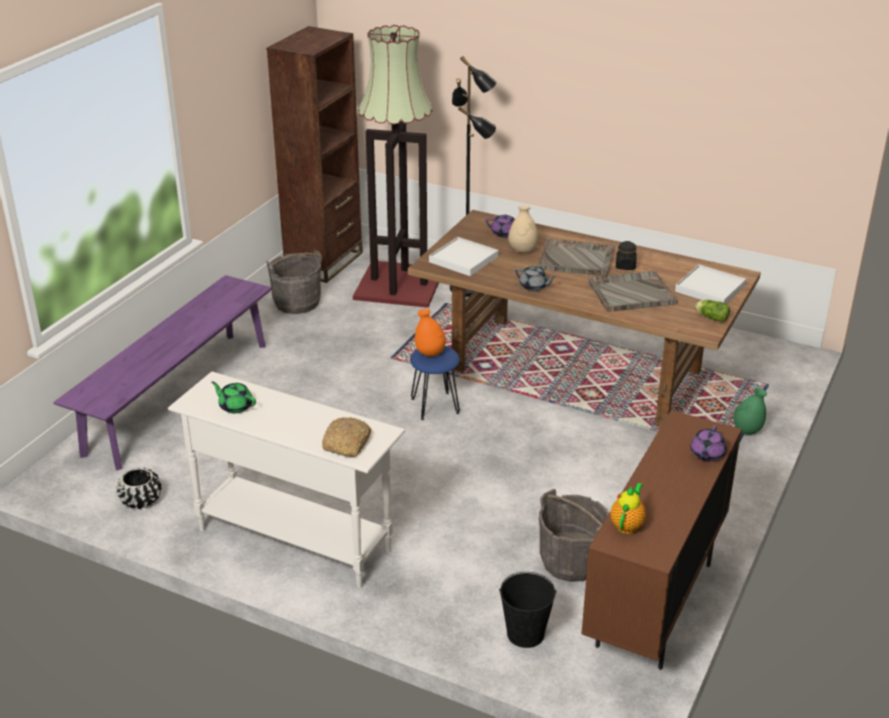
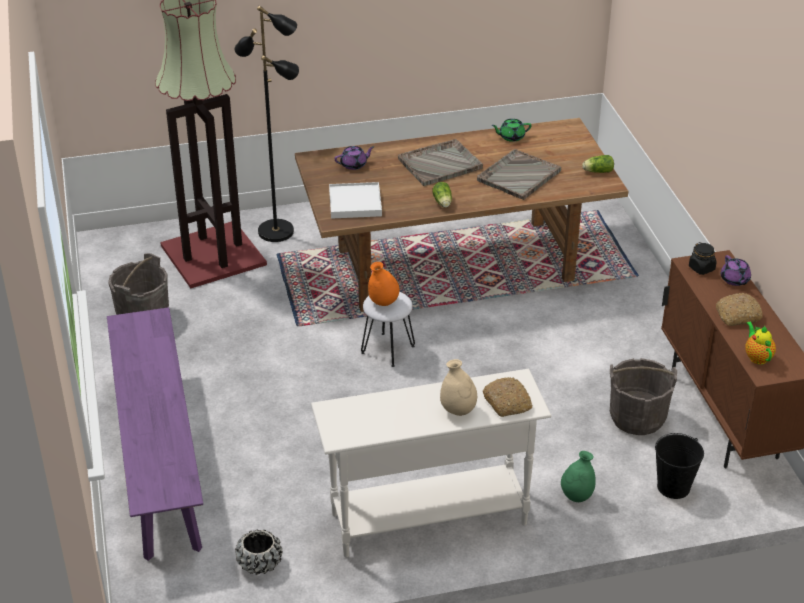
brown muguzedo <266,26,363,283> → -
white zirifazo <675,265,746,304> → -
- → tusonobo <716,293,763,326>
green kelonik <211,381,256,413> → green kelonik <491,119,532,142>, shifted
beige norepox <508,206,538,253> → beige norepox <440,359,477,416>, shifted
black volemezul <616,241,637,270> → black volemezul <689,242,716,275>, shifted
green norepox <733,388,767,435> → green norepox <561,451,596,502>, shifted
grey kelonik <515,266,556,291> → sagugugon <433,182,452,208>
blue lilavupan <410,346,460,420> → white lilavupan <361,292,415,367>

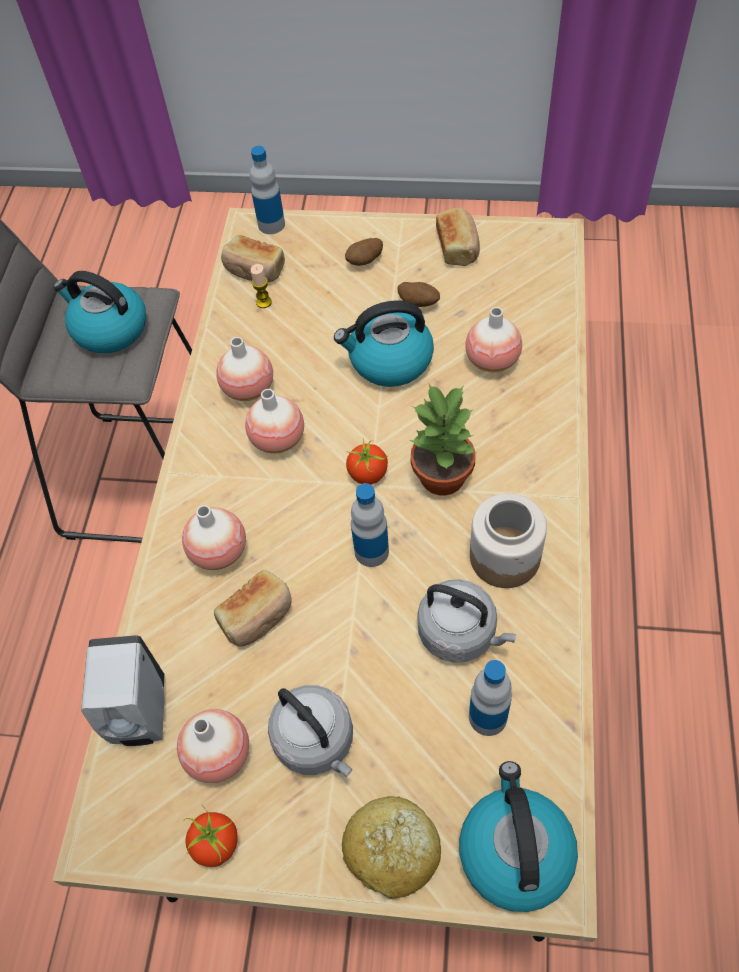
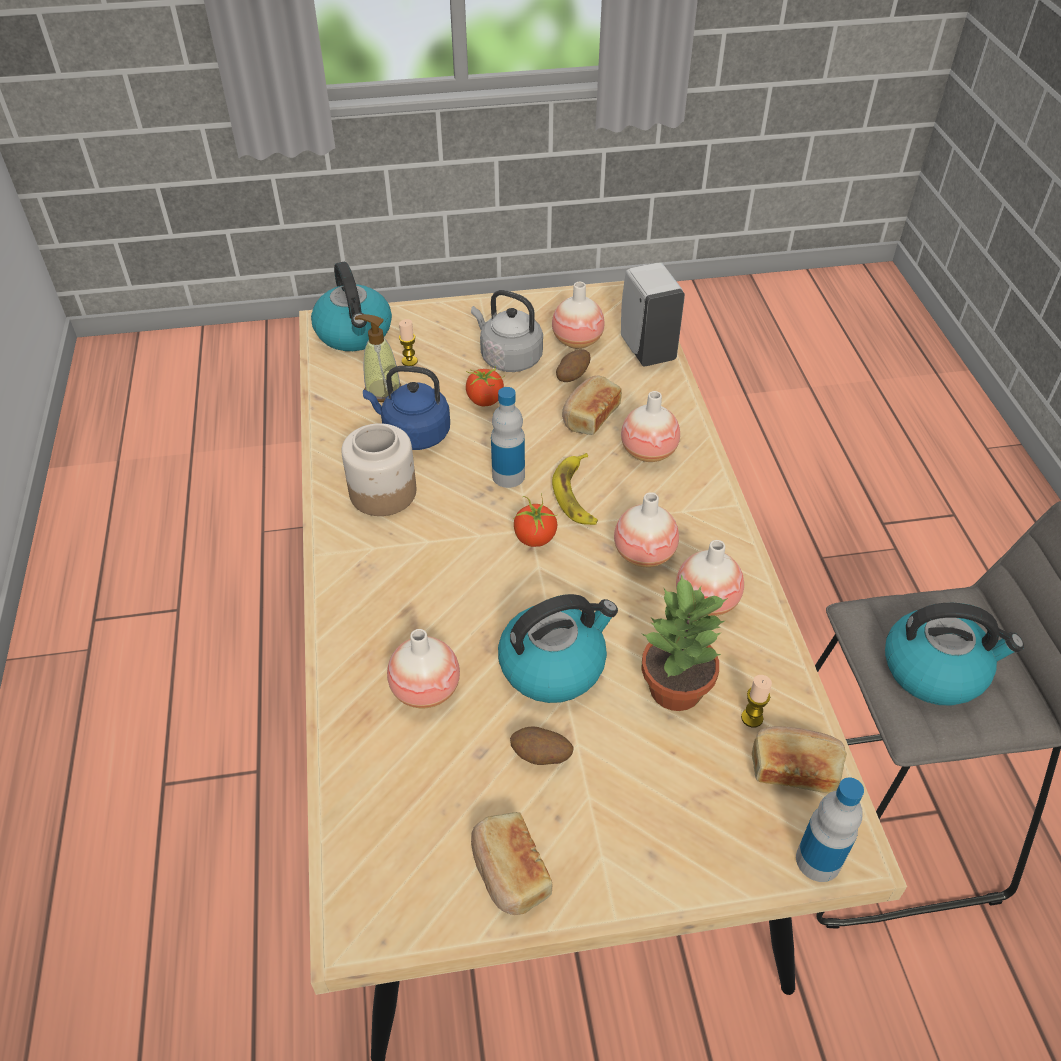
tusonobo <342,796,441,899> → -
- → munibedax <399,319,418,366>
- → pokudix <552,453,598,525>
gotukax <183,805,238,867> → gotukax <466,366,505,406>, shifted
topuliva <345,238,383,266> → topuliva <556,349,590,382>, shifted
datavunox <410,384,476,496> → datavunox <641,574,728,711>, shifted
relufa <469,660,512,736> → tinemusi <354,314,401,402>
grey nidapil <417,579,516,663> → blue nidapil <363,366,450,450>

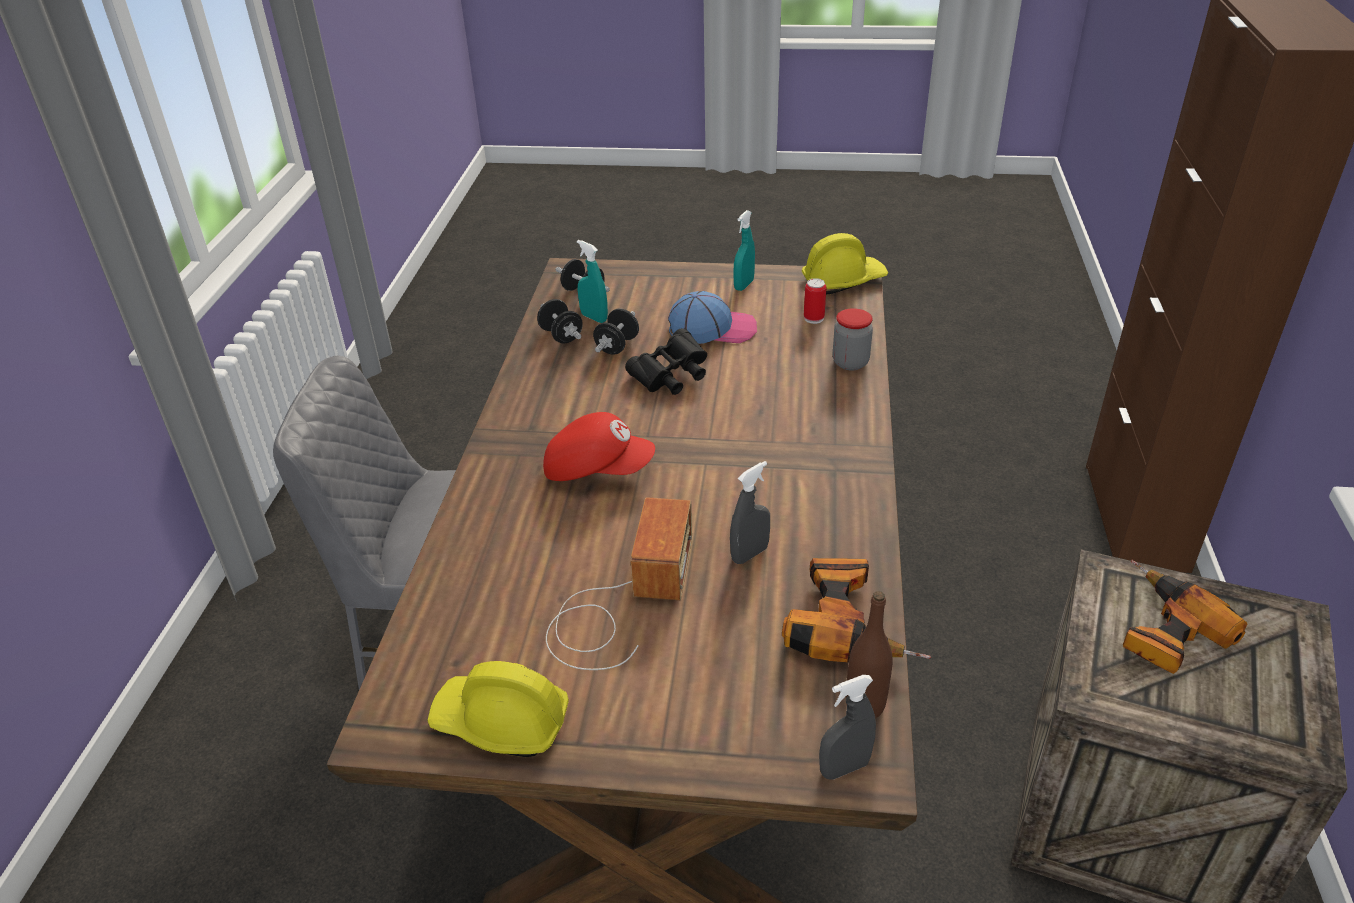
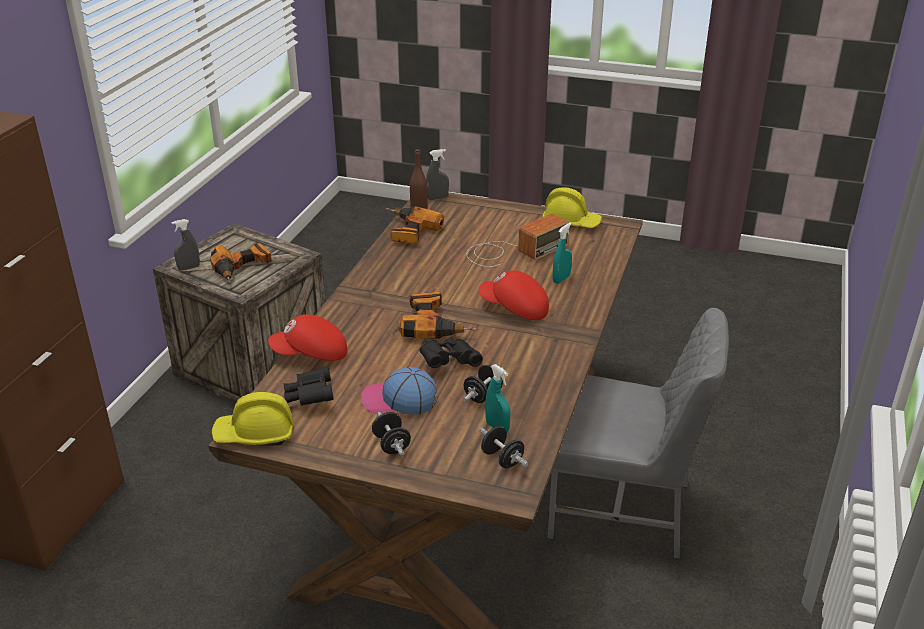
- → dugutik <399,292,478,339>
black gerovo <537,299,583,344> → black gerovo <372,412,411,456>, shifted
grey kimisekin <730,461,770,564> → grey kimisekin <172,219,200,271>, shifted
turquoise kimisekin <733,210,755,291> → turquoise kimisekin <553,223,572,284>, shifted
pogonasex <804,278,826,324> → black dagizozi <284,366,334,406>
volemezul <833,308,873,370> → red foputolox <268,314,347,361>
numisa <546,497,692,670> → numisa <467,213,570,267>, 150 degrees counterclockwise

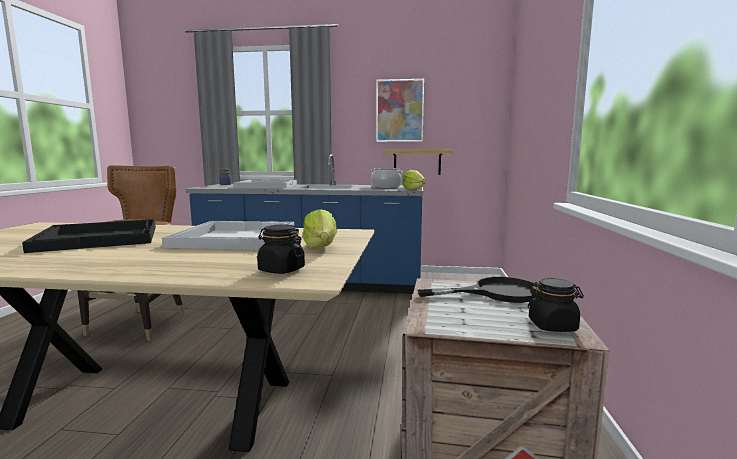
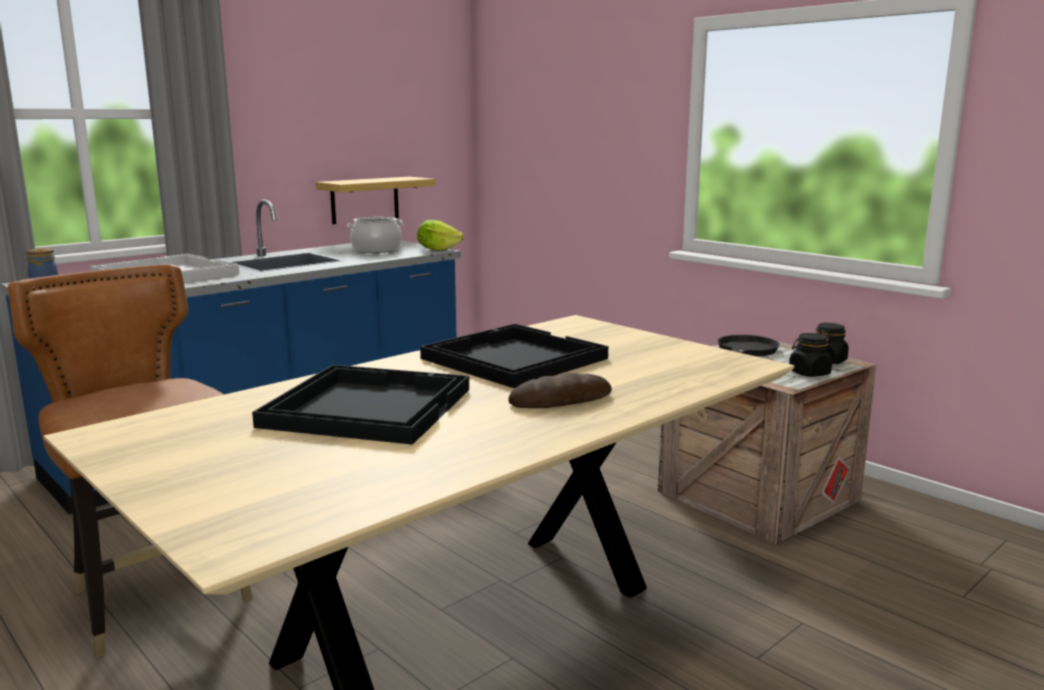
sagugugon <303,209,337,248> → -
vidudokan <376,79,424,142> → -
- → tusonobo <508,373,612,408>
black volemezul <257,224,305,274> → black volemezul <789,333,832,377>, shifted
white zirifazo <162,221,295,250> → black zirifazo <420,324,608,388>

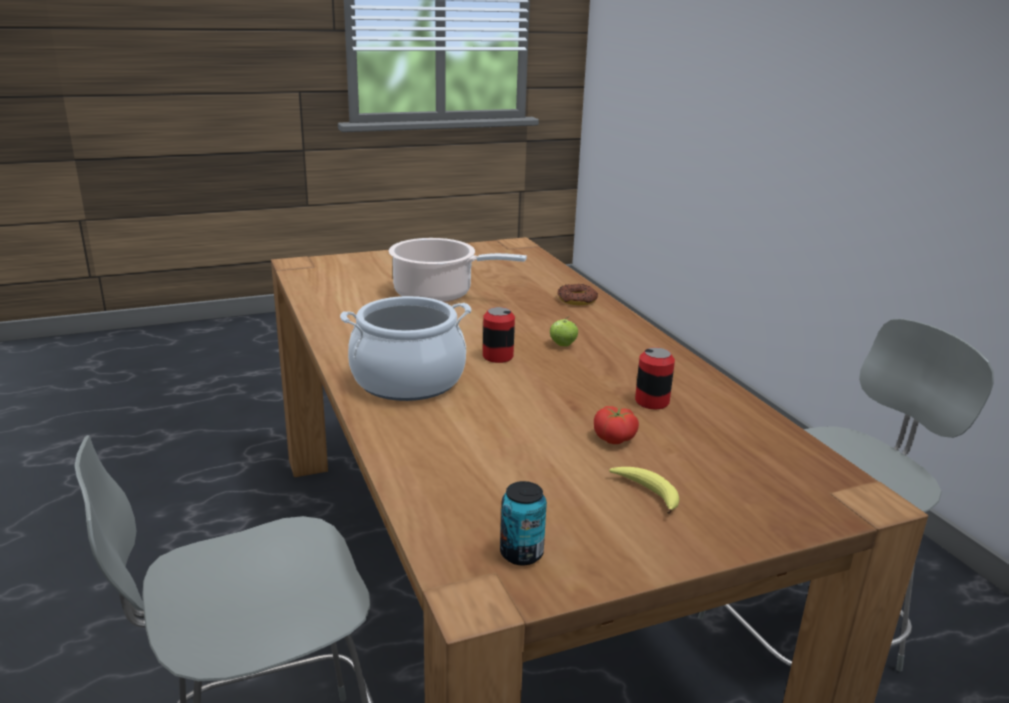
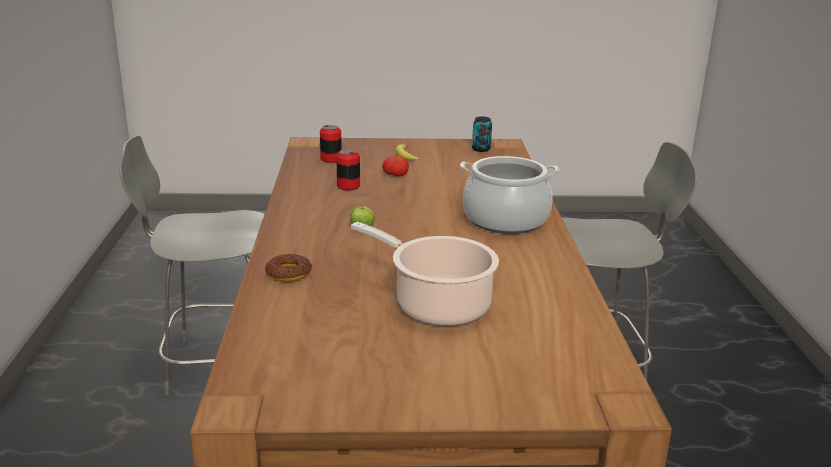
pogonasex <483,307,515,363> → pogonasex <320,125,342,163>, shifted

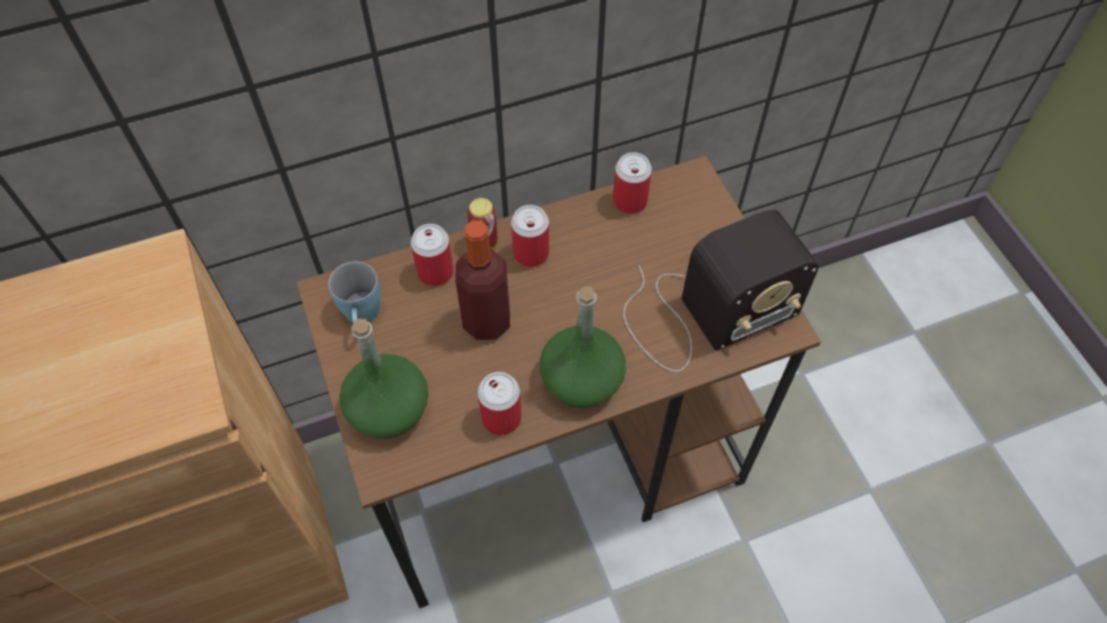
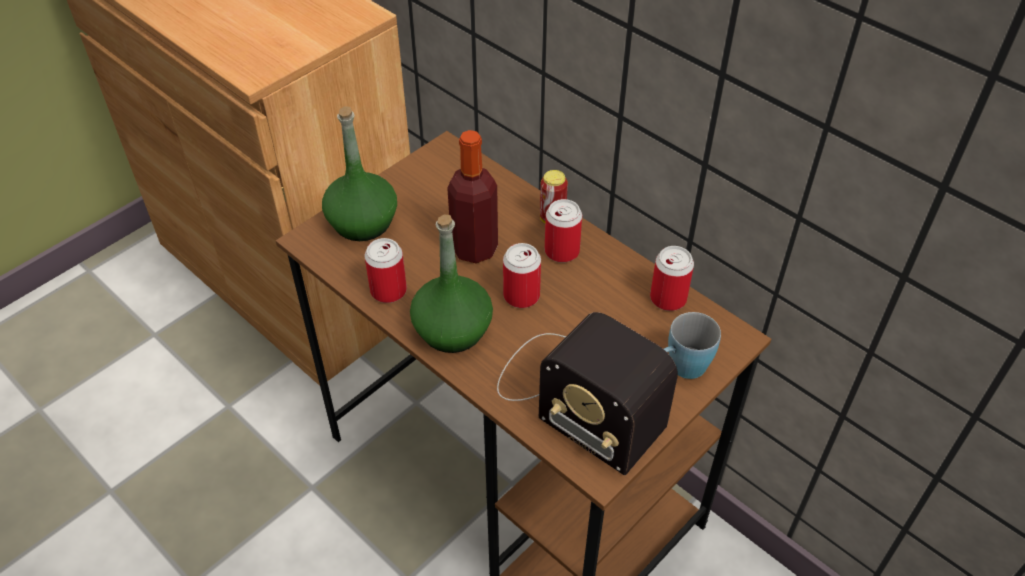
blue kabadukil <328,262,381,323> → blue kabadukil <664,312,721,379>, shifted
pogonasex <411,224,454,286> → pogonasex <503,243,541,308>, shifted

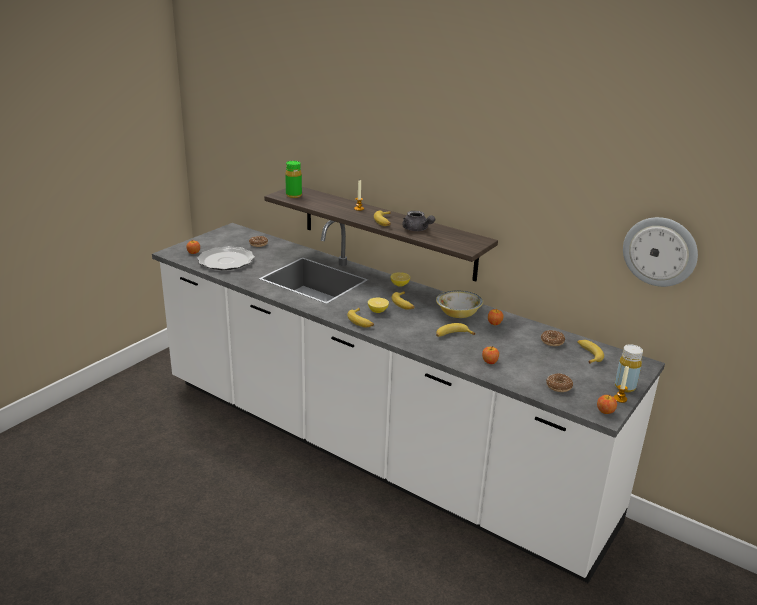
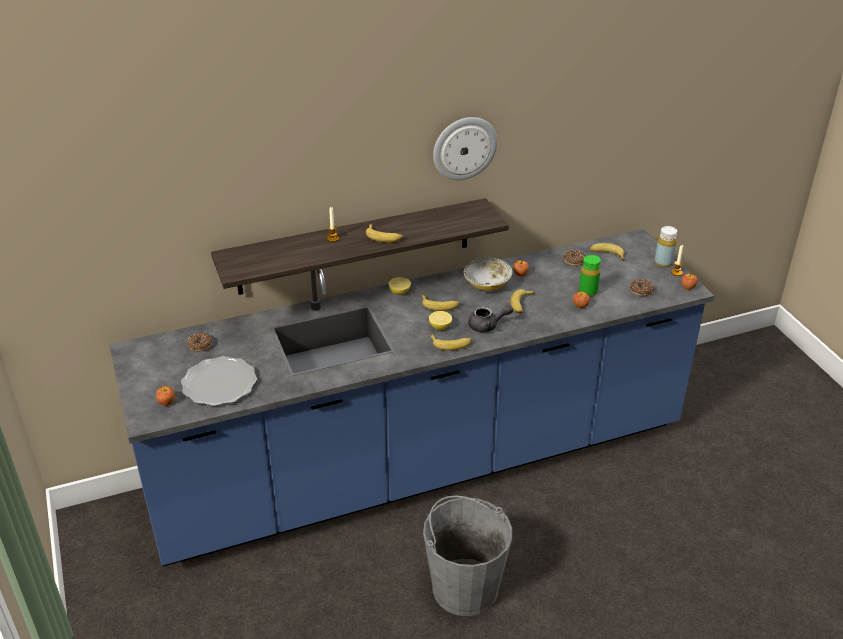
- → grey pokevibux <423,496,512,616>
green relufa <285,161,302,198> → green relufa <579,255,601,297>, shifted
grey kelonik <402,211,435,231> → grey kelonik <468,305,513,332>, shifted
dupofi <623,217,698,287> → dupofi <433,117,498,180>, shifted
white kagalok <152,220,665,583> → blue kagalok <109,229,714,567>

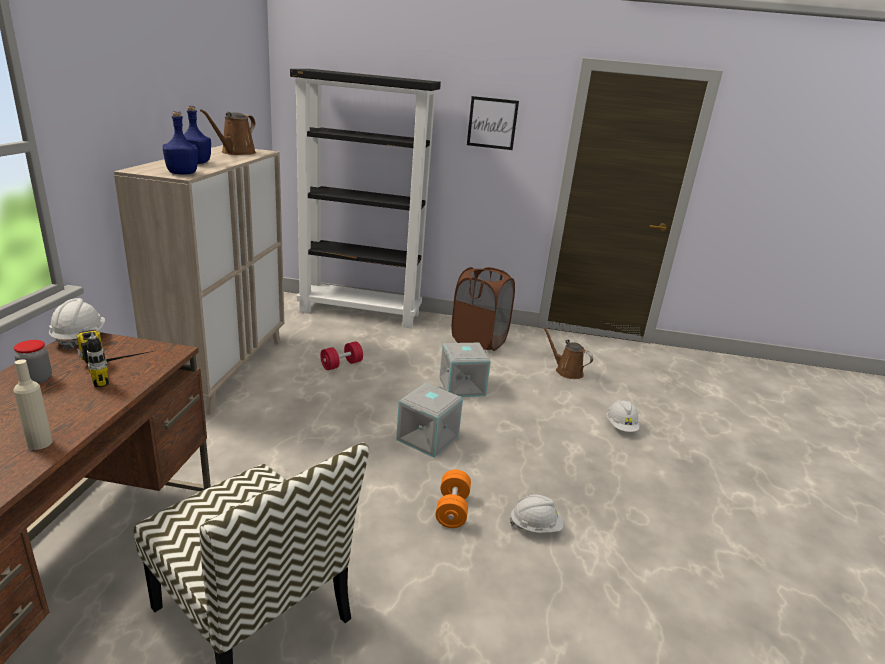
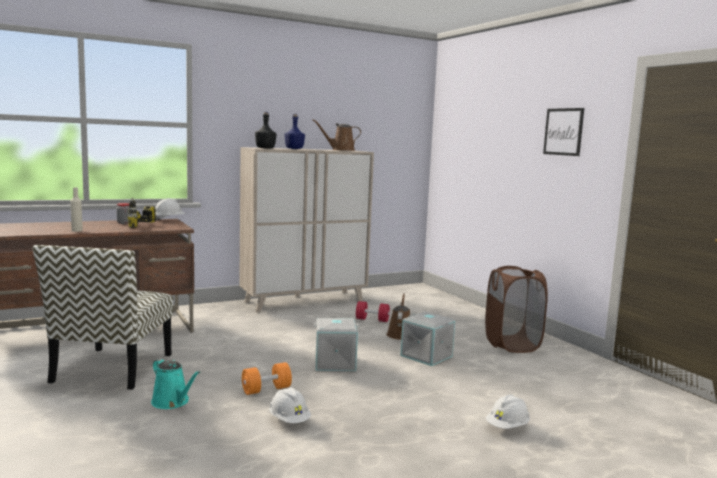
black muguzedo <290,69,441,328> → -
- → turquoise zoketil <151,358,200,409>
brown zoketil <543,327,593,379> → brown zoketil <386,293,410,340>, shifted
blue relufa <163,111,198,174> → black relufa <255,112,276,149>

